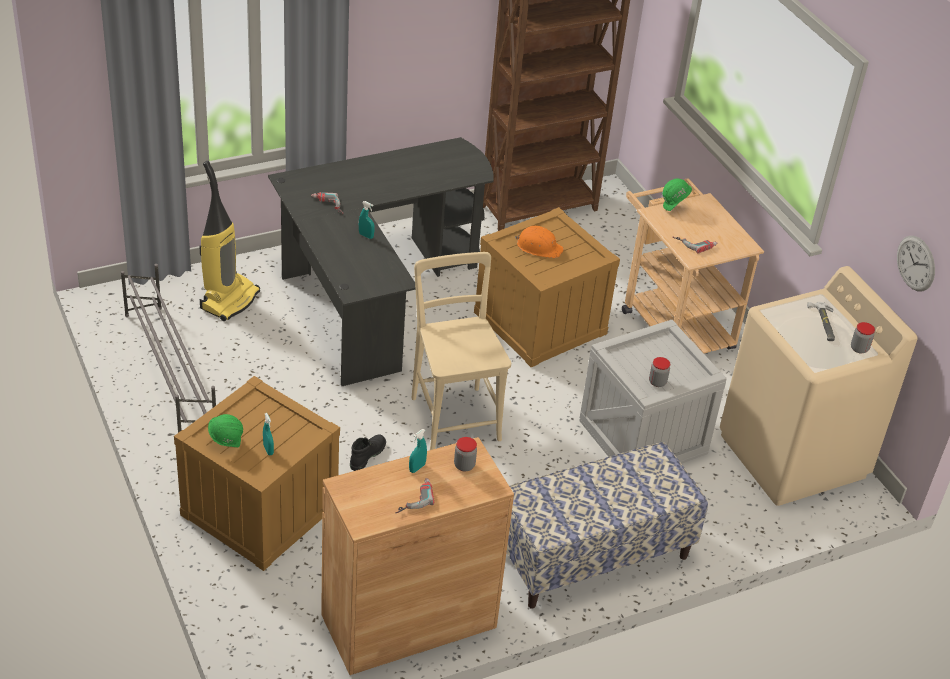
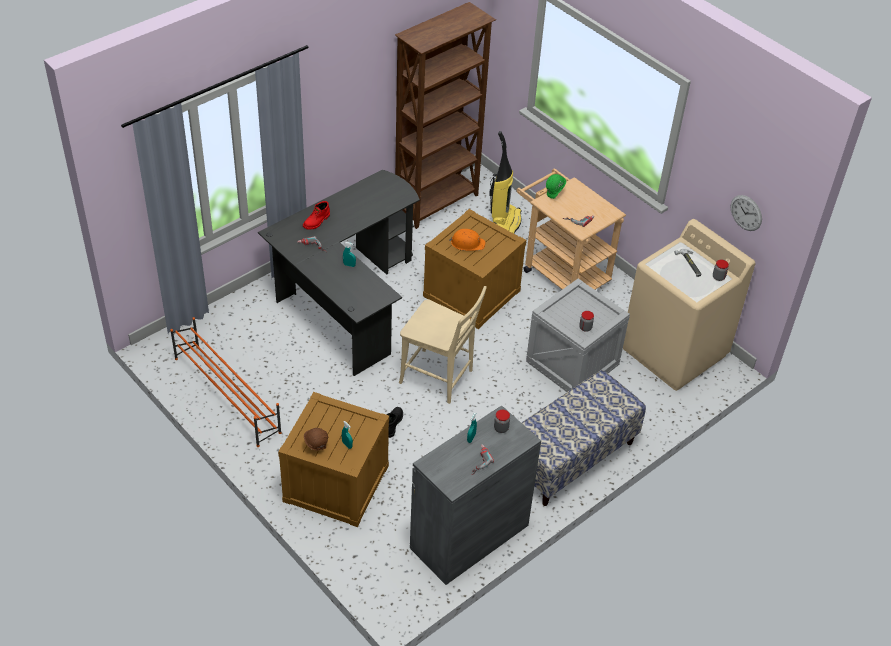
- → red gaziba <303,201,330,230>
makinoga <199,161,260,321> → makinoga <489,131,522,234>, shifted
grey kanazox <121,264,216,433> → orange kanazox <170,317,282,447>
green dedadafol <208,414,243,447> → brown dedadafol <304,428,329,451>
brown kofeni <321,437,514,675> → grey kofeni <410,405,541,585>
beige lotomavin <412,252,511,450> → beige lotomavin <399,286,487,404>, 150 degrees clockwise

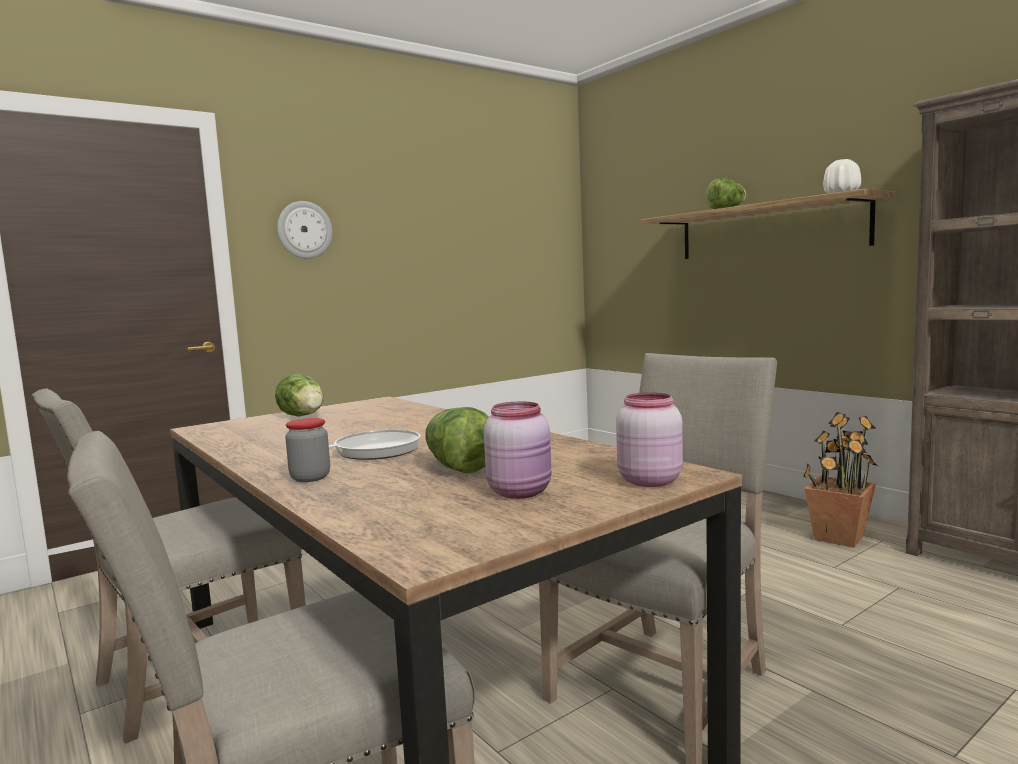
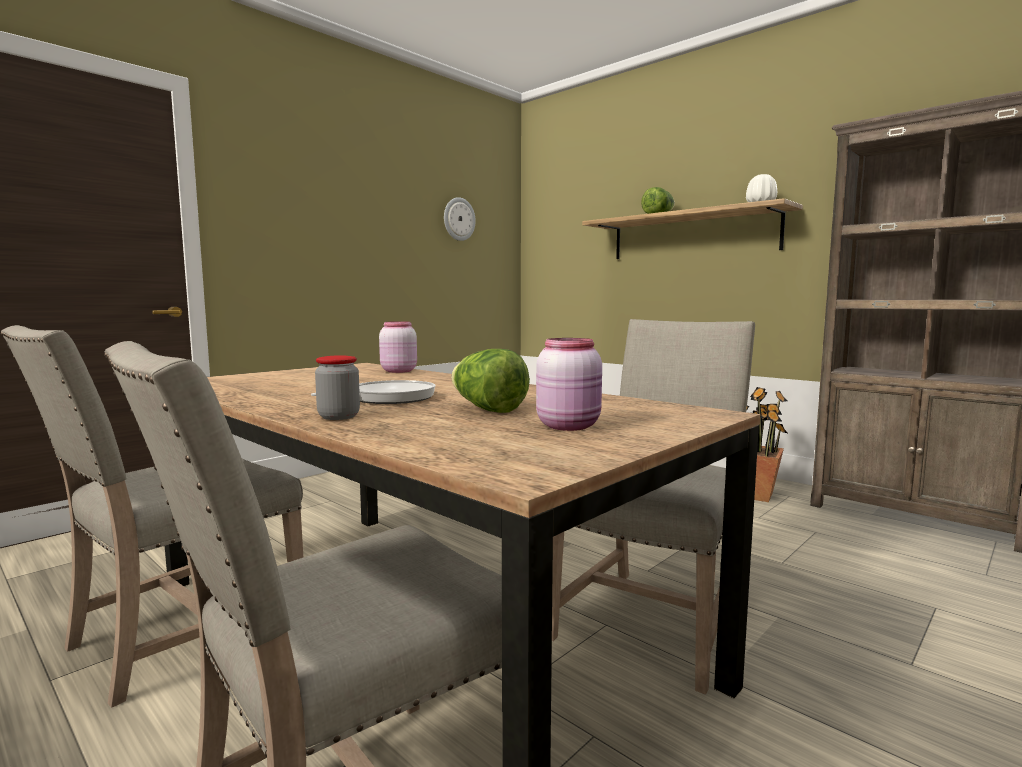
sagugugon <275,373,324,416> → -
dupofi <277,201,332,259> → dupofi <444,197,476,241>, shifted
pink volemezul <616,393,683,487> → pink volemezul <379,321,417,373>, shifted

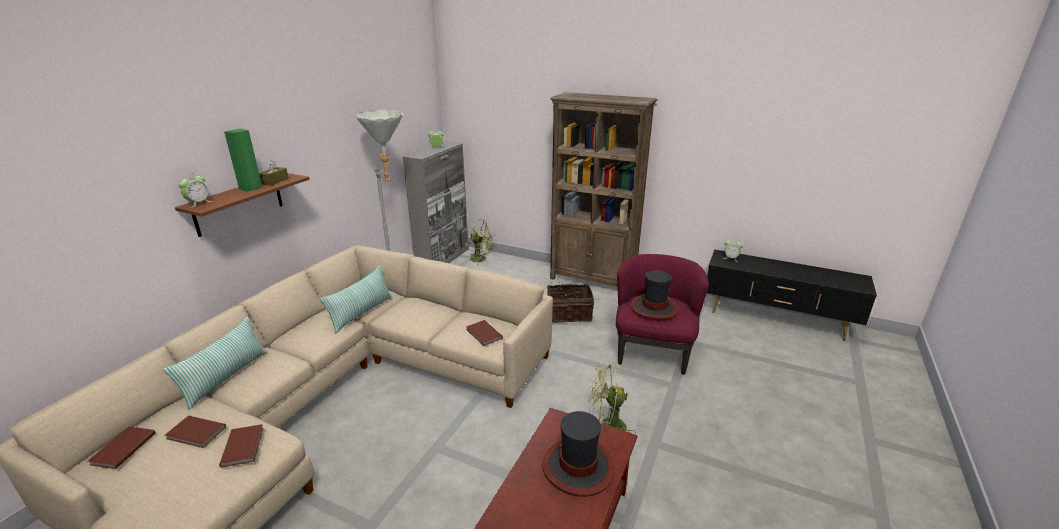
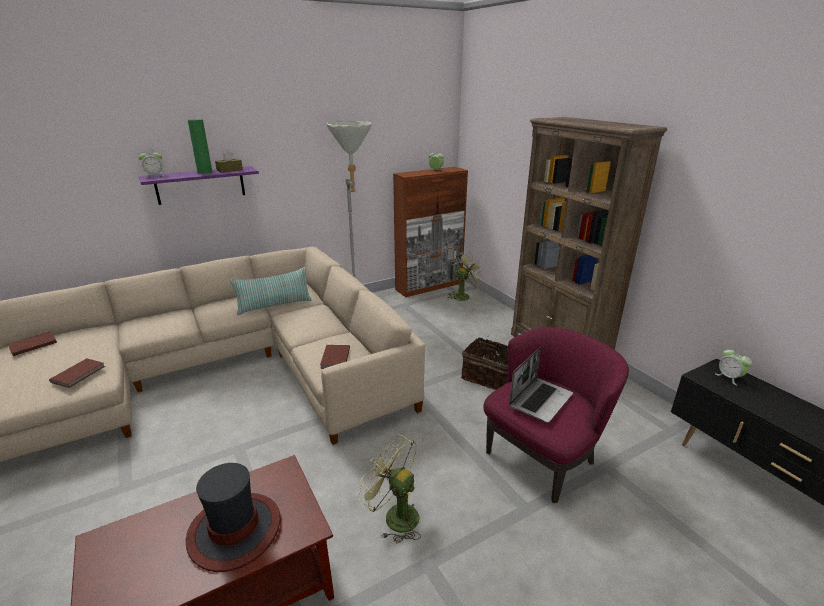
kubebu <163,317,268,409> → -
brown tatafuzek <165,416,226,448> → -
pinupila <630,270,679,319> → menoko <509,347,573,423>
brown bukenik <175,173,310,237> → purple bukenik <139,166,259,205>
grey kofeni <403,141,469,263> → brown kofeni <393,167,468,297>
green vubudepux <468,219,495,266> → green vubudepux <447,252,484,301>, 90 degrees counterclockwise

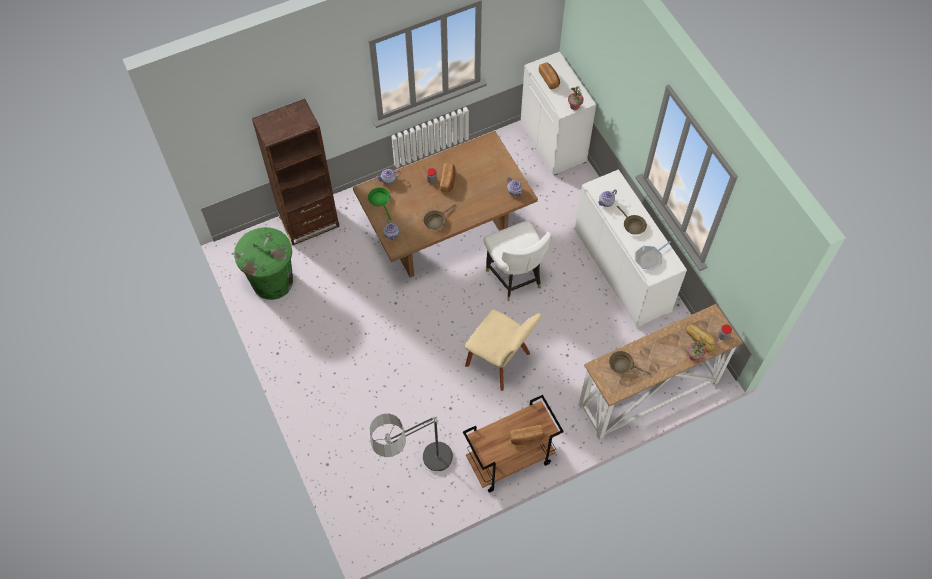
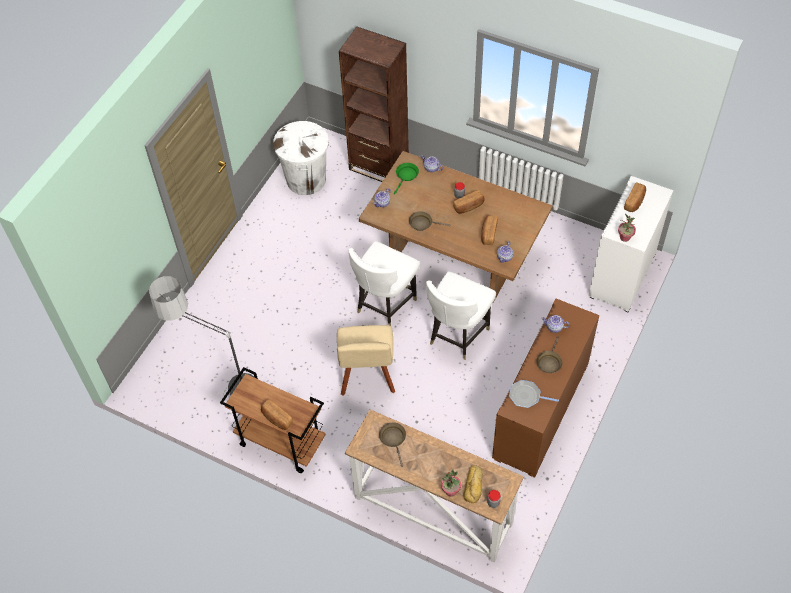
- → white lotomavin <348,241,420,326>
- → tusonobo <481,215,498,245>
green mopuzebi <234,227,293,300> → white mopuzebi <273,121,329,195>
white kofeni <575,169,687,327> → brown kofeni <492,298,600,478>

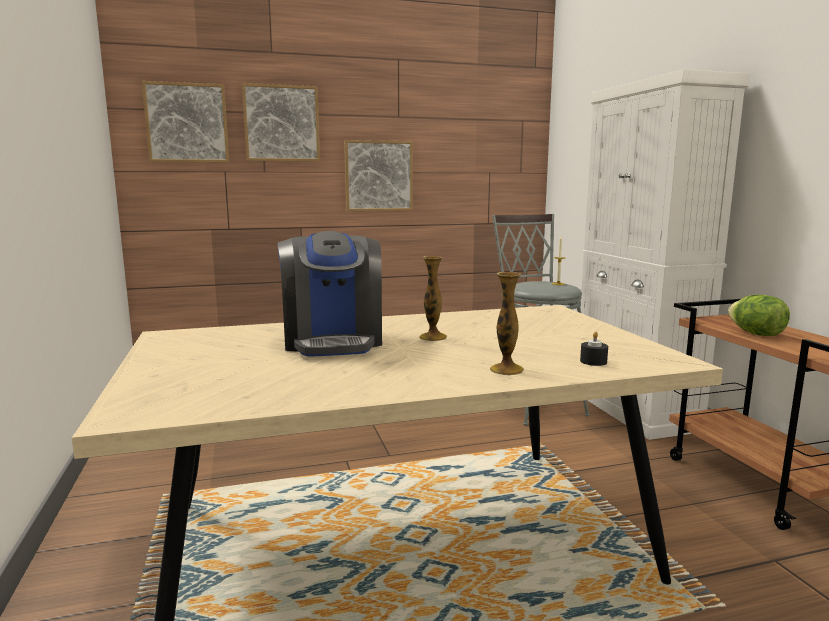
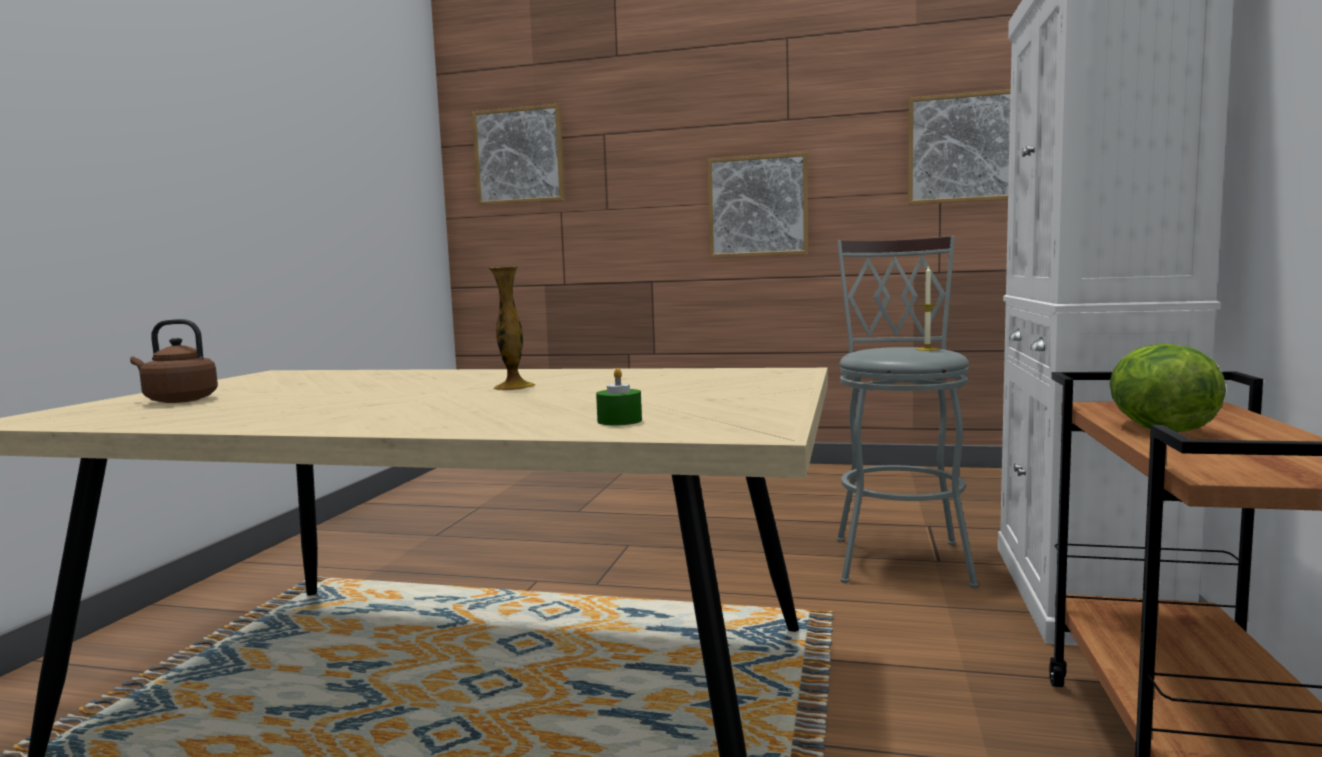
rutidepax <277,231,382,357> → -
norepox <490,272,524,375> → -
- → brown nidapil <130,319,218,403>
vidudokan <242,83,320,162> → vidudokan <908,89,1011,205>, shifted
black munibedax <580,332,608,366> → green munibedax <596,368,642,426>

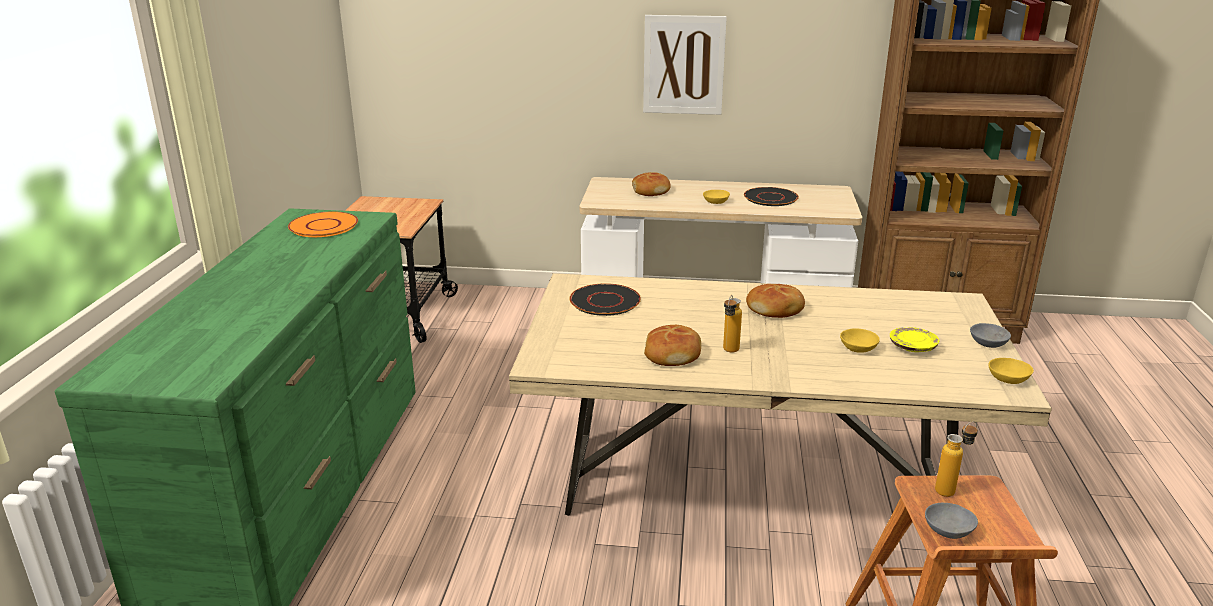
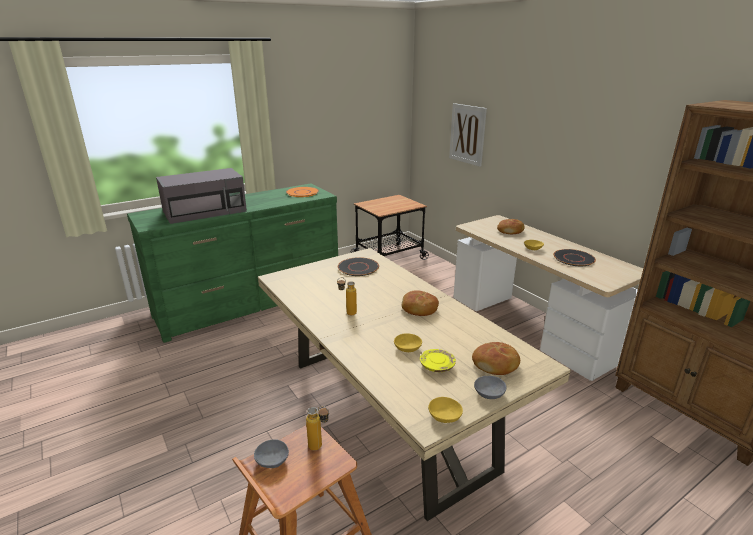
- → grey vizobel <156,168,247,224>
vidudokan <643,15,727,115> → vidudokan <449,103,487,167>, shifted
tusonobo <644,325,701,366> → tusonobo <472,342,520,375>, shifted

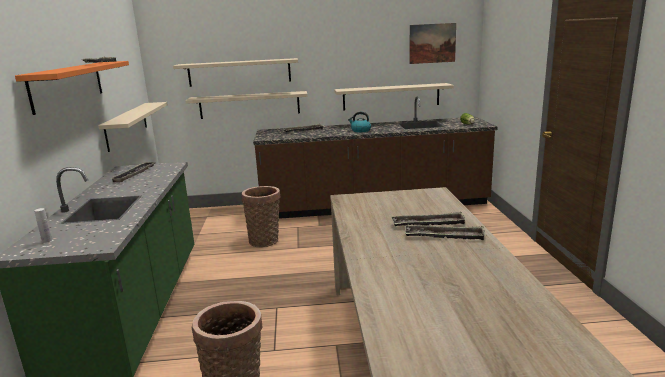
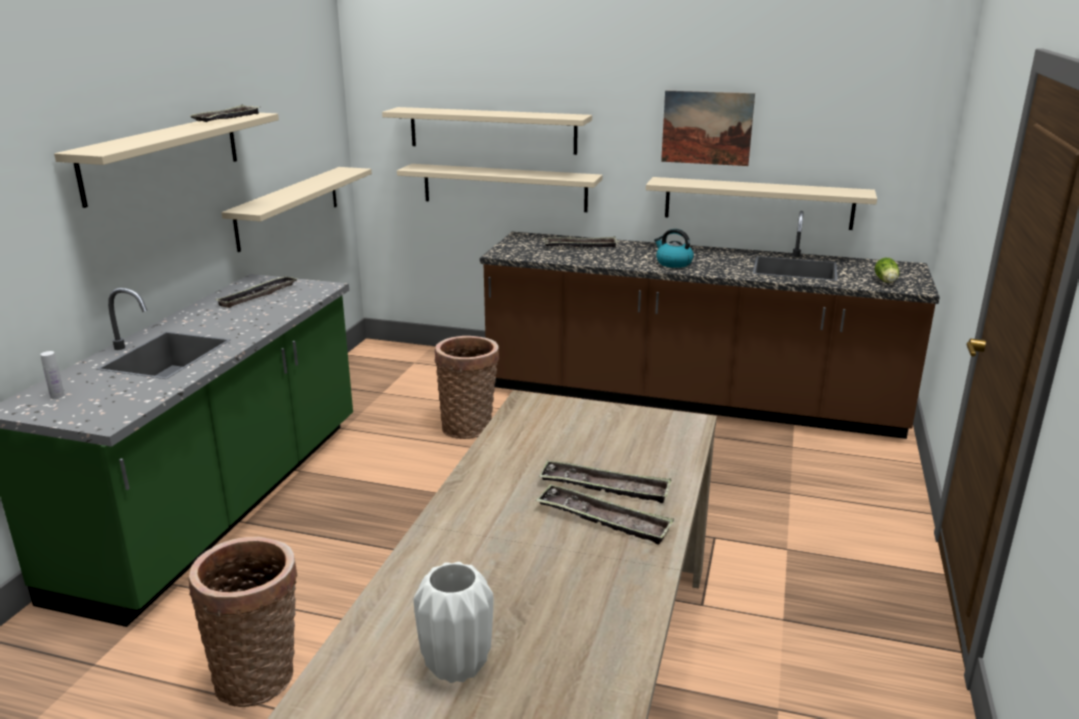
- → white norepox <413,562,493,683>
vidudokan <409,23,456,64> → vidudokan <661,91,755,166>, shifted
orange bukenik <15,61,129,115> → beige bukenik <54,113,279,208>

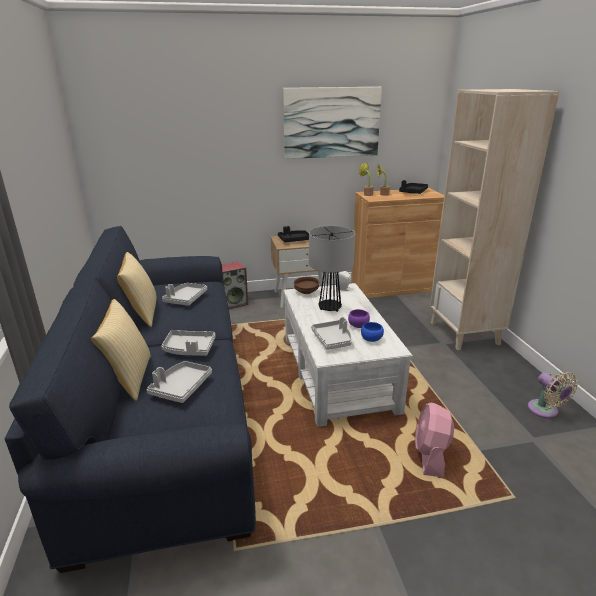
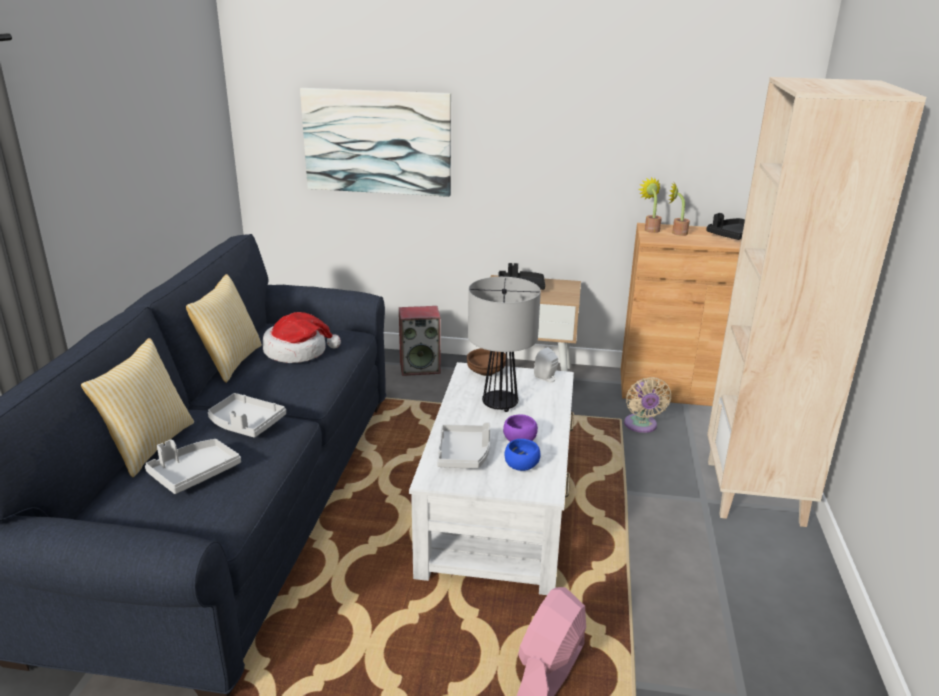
vidudokan <283,87,382,159> → vidudokan <300,88,451,197>, shifted
beige vubudepux <528,372,578,419> → beige vubudepux <624,377,671,433>, shifted
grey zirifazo <162,283,207,305> → pinupila <263,312,341,363>

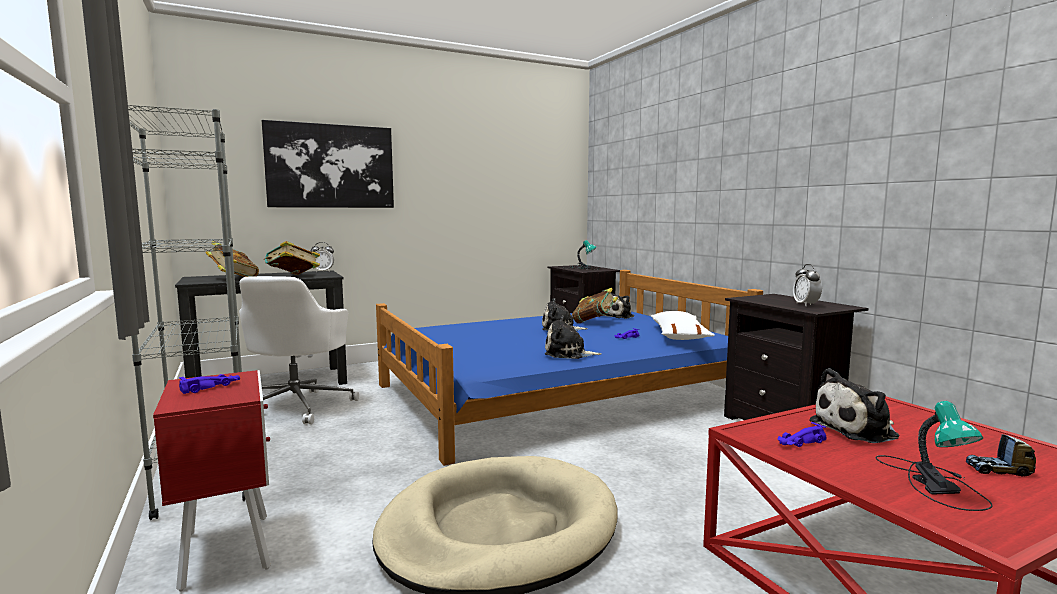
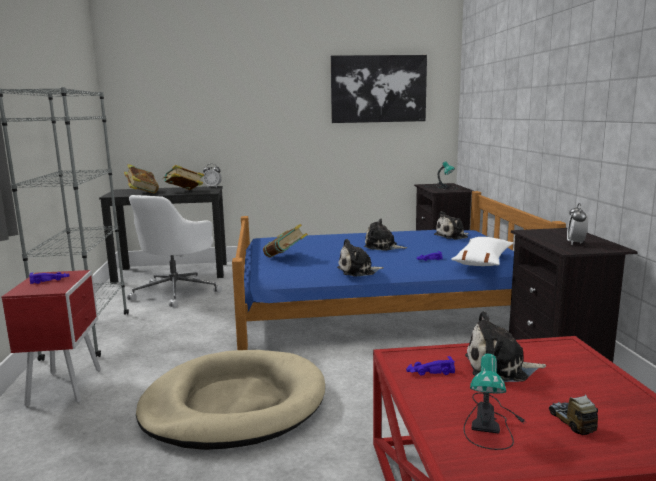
vidudokan <262,120,394,208> → vidudokan <331,55,427,123>, shifted
tatafuzek <572,288,618,323> → tatafuzek <263,224,308,258>, shifted
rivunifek <545,316,602,359> → rivunifek <337,239,384,277>, 45 degrees counterclockwise
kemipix <966,434,1036,476> → kemipix <549,394,598,435>, 45 degrees clockwise

